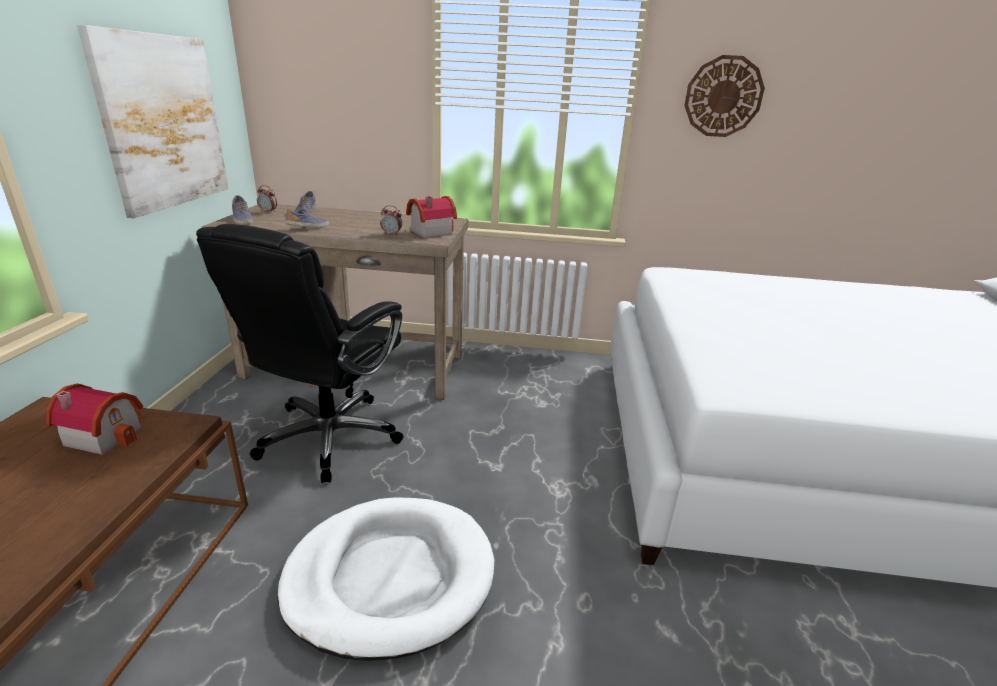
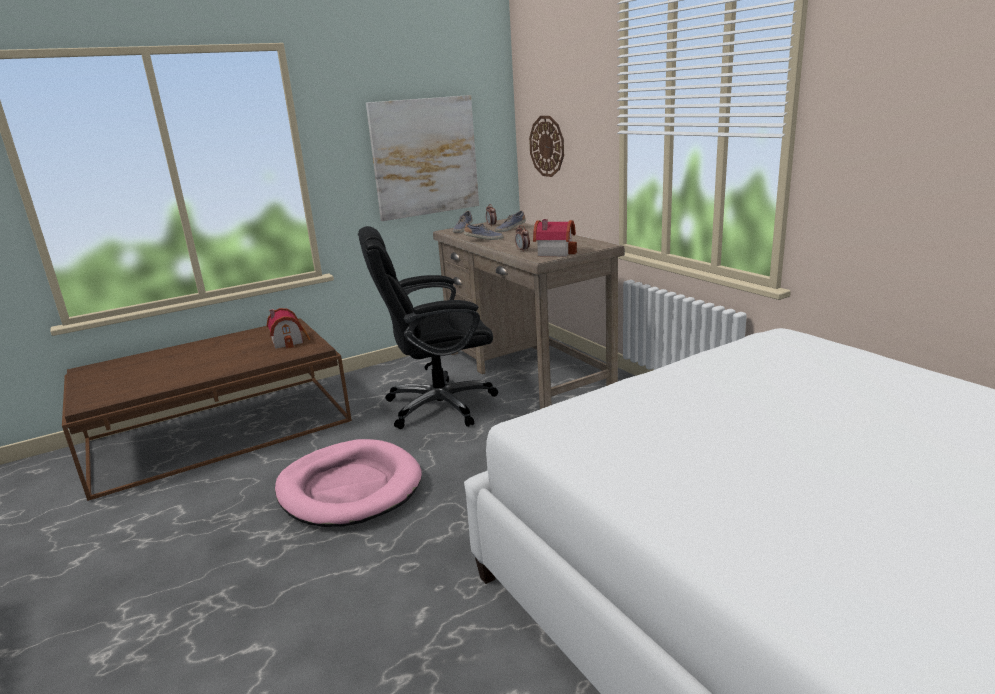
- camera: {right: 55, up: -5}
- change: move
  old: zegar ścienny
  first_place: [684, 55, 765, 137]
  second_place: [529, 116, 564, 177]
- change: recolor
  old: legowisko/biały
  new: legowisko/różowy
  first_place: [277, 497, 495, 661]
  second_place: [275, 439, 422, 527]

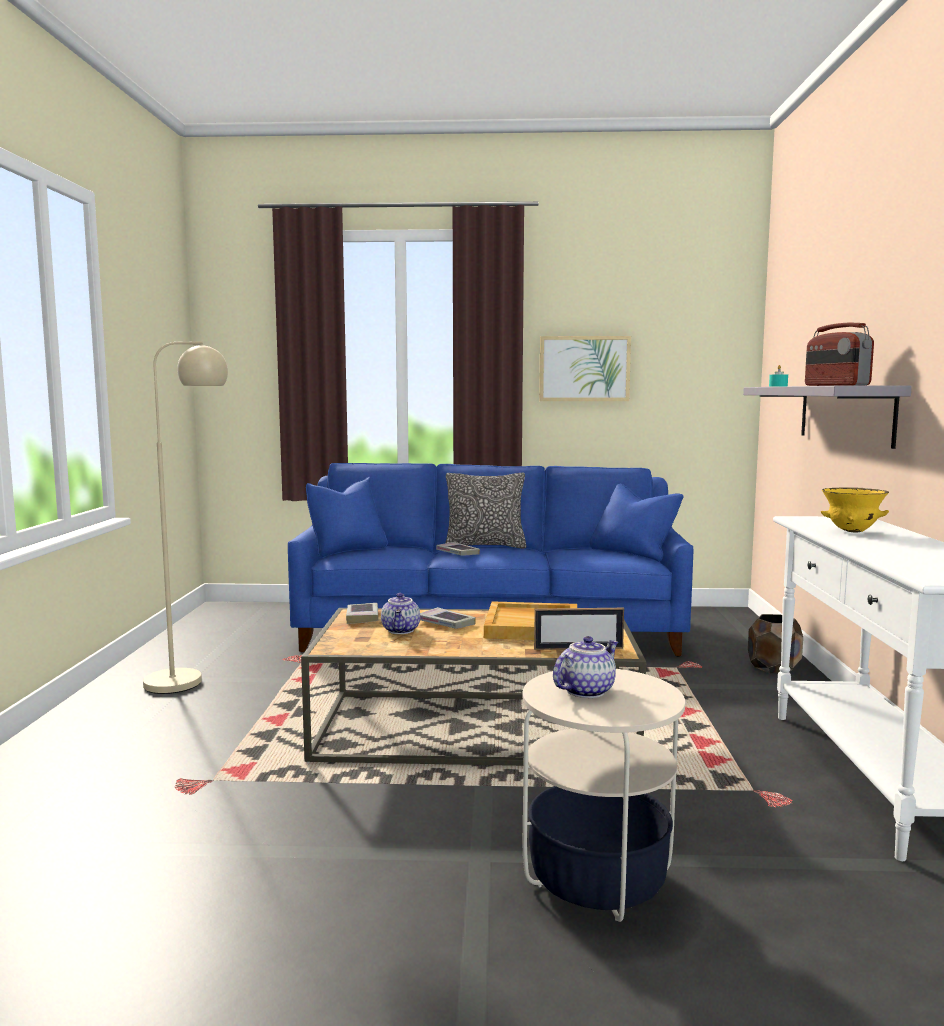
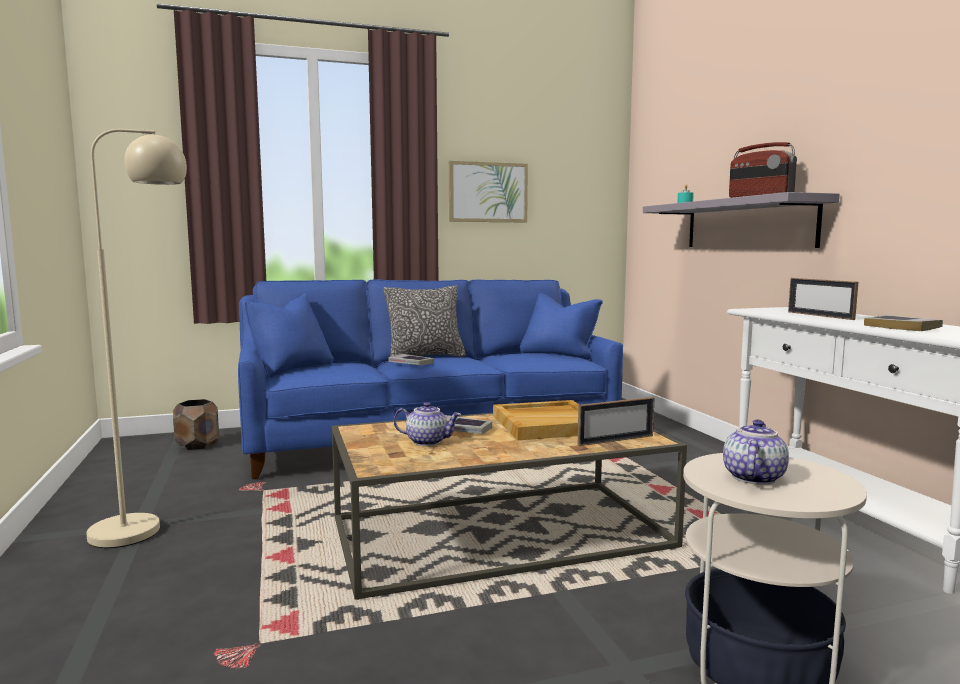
- camera: {right: -20, up: 0}
- change: replace
  old: miska/żółty
  new: ramka na zdjęcie
  first_place: [821, 487, 889, 533]
  second_place: [788, 278, 858, 320]
- change: rotate
  old: imbryk
  first_place: [381, 593, 420, 634]
  second_place: [393, 402, 461, 446]
  degrees: -60
- change: move
  old: książka
  first_place: [346, 603, 378, 624]
  second_place: [864, 315, 943, 331]
- change: move
  old: donica/brązowy
  first_place: [748, 614, 803, 673]
  second_place: [173, 399, 219, 450]

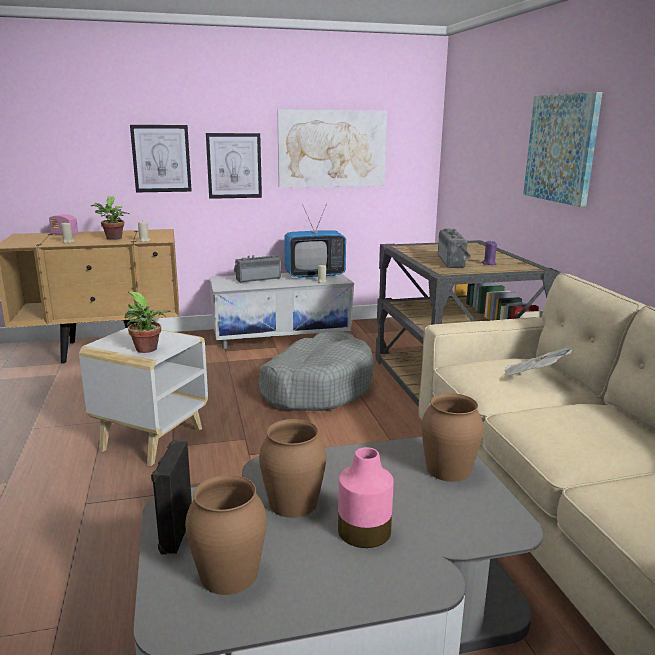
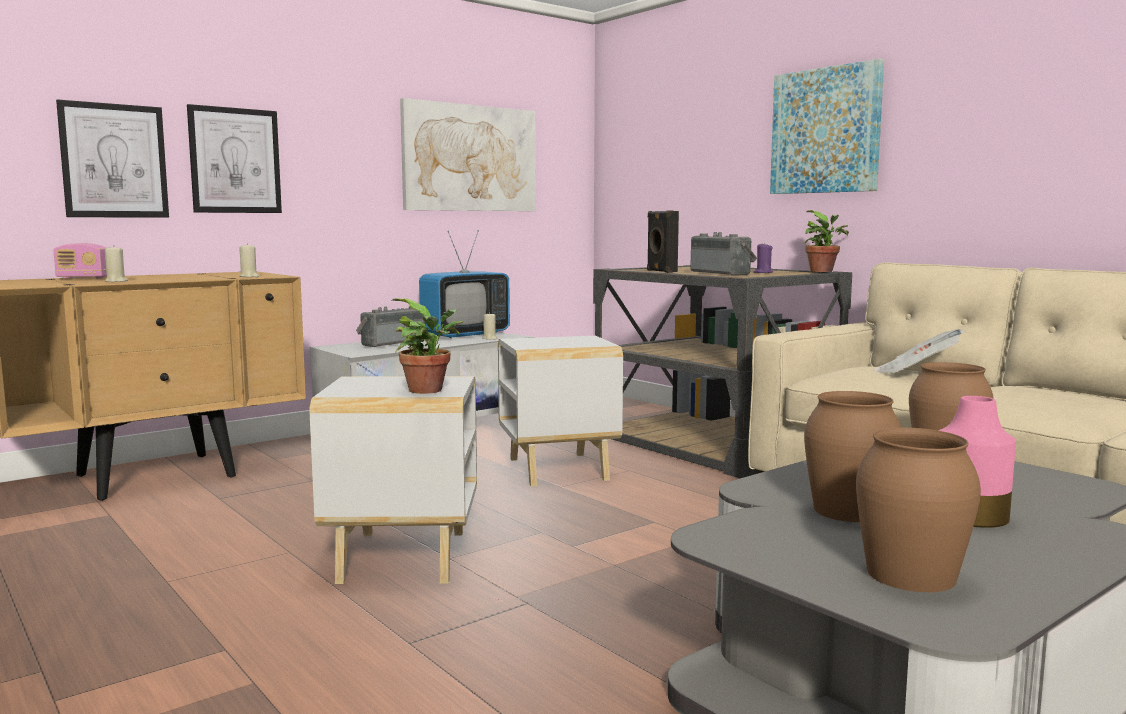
- camera: {right: -25, up: -10}
- change: move
  old: obraz
  first_place: [206, 133, 262, 199]
  second_place: [56, 99, 169, 218]
- change: move
  old: roślina doniczkowa
  first_place: [91, 196, 130, 240]
  second_place: [803, 210, 849, 272]
- change: replace
  old: legowisko/szary
  new: stolik/biały
  first_place: [259, 332, 374, 411]
  second_place: [498, 336, 623, 487]
- change: move
  old: głośnik/czarny
  first_place: [151, 440, 192, 555]
  second_place: [647, 210, 679, 273]

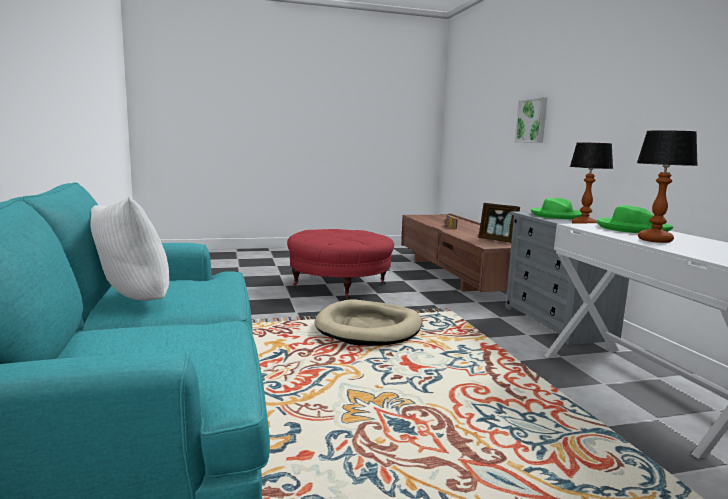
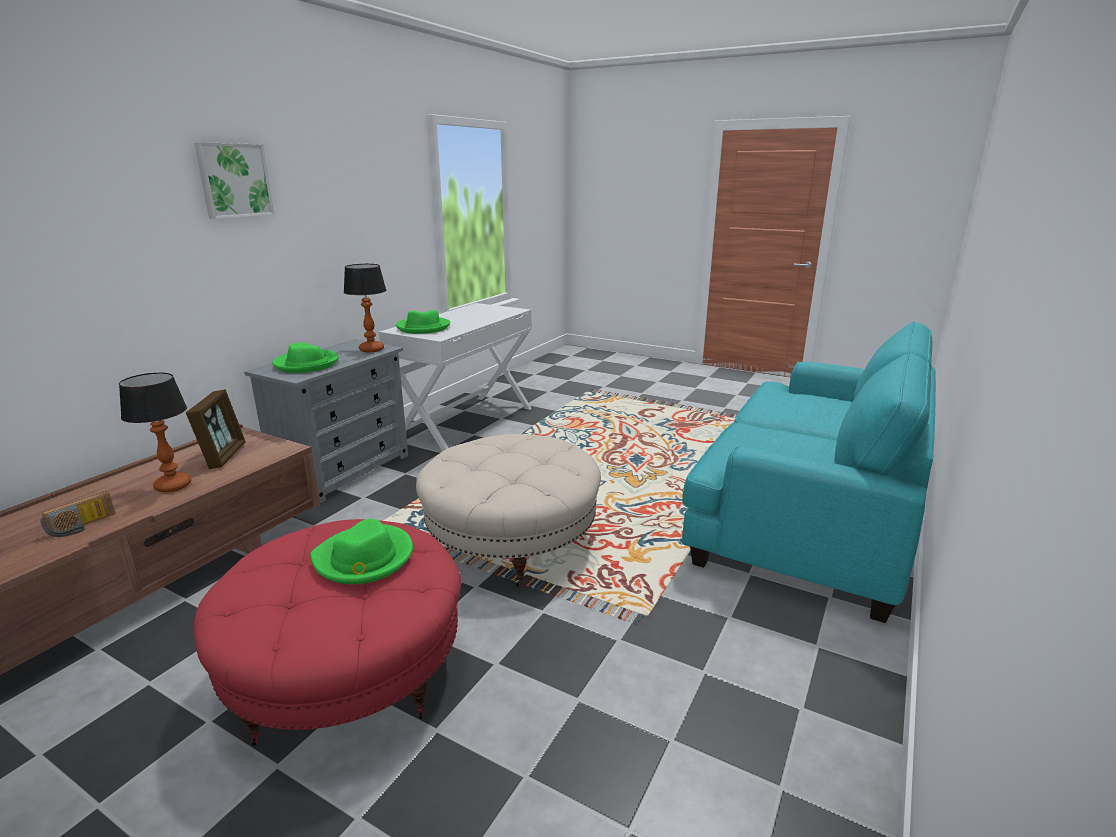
- camera: {right: -135, up: 10}
- change: move
  old: obraz
  first_place: [515, 97, 547, 143]
  second_place: [194, 142, 274, 219]
- change: move
  old: lampa stołowa
  first_place: [637, 130, 698, 243]
  second_place: [119, 373, 192, 492]
- change: delete
  old: poduszka/biały
  first_place: [90, 196, 169, 301]
- change: replace
  old: legowisko/beżowy
  new: pufa/beżowy
  first_place: [315, 299, 422, 346]
  second_place: [416, 434, 601, 587]
- change: insert
  new: kapelusz/zielony
  second_place: [310, 519, 413, 584]

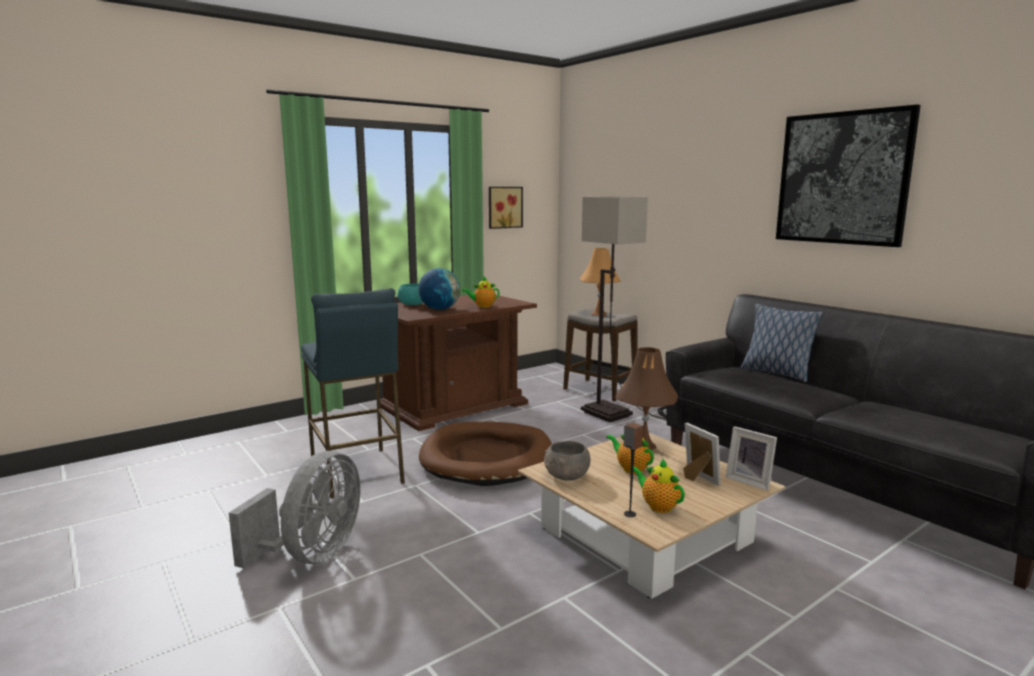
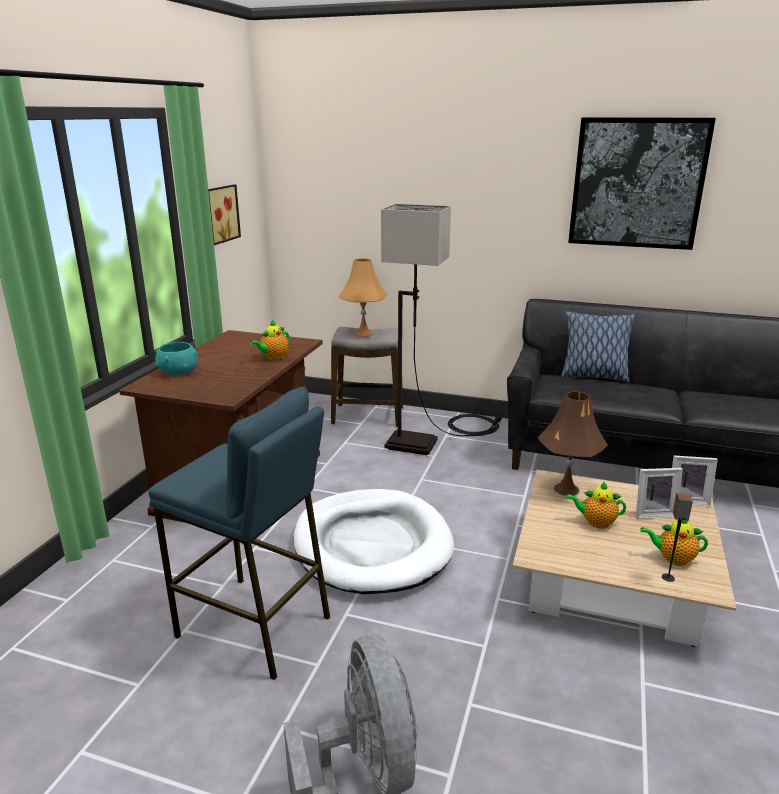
- camera: {right: -35, up: 10}
- change: delete
  old: globus
  first_place: [418, 268, 460, 310]
- change: recolor
  old: legowisko/brązowy
  new: legowisko/biały
  first_place: [419, 422, 552, 486]
  second_place: [293, 489, 454, 594]
- change: rotate
  old: ramka na zdjęcie
  first_place: [683, 423, 721, 486]
  second_place: [636, 468, 683, 519]
  degrees: 150
- change: delete
  old: miska/szary
  first_place: [544, 441, 590, 481]

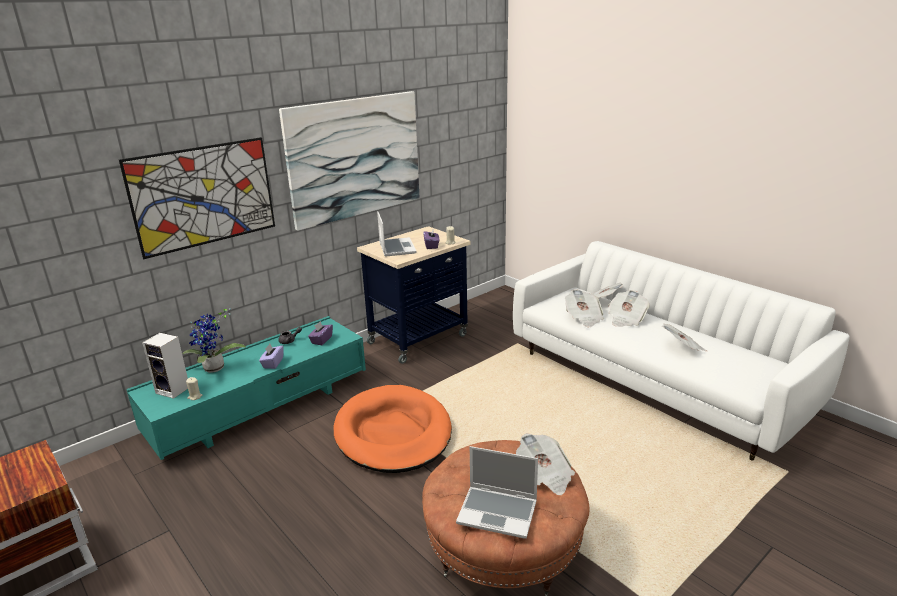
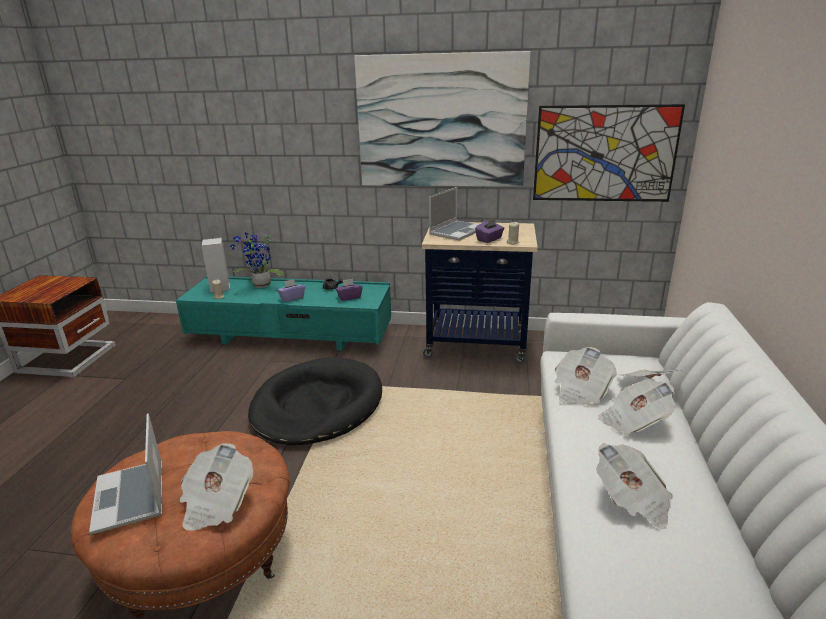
- camera: {right: 50, up: 0}
- change: move
  old: obraz
  first_place: [119, 137, 275, 259]
  second_place: [533, 104, 685, 202]
- change: recolor
  old: legowisko/pomarańczowy
  new: legowisko/czarny
  first_place: [334, 385, 452, 473]
  second_place: [248, 357, 382, 445]

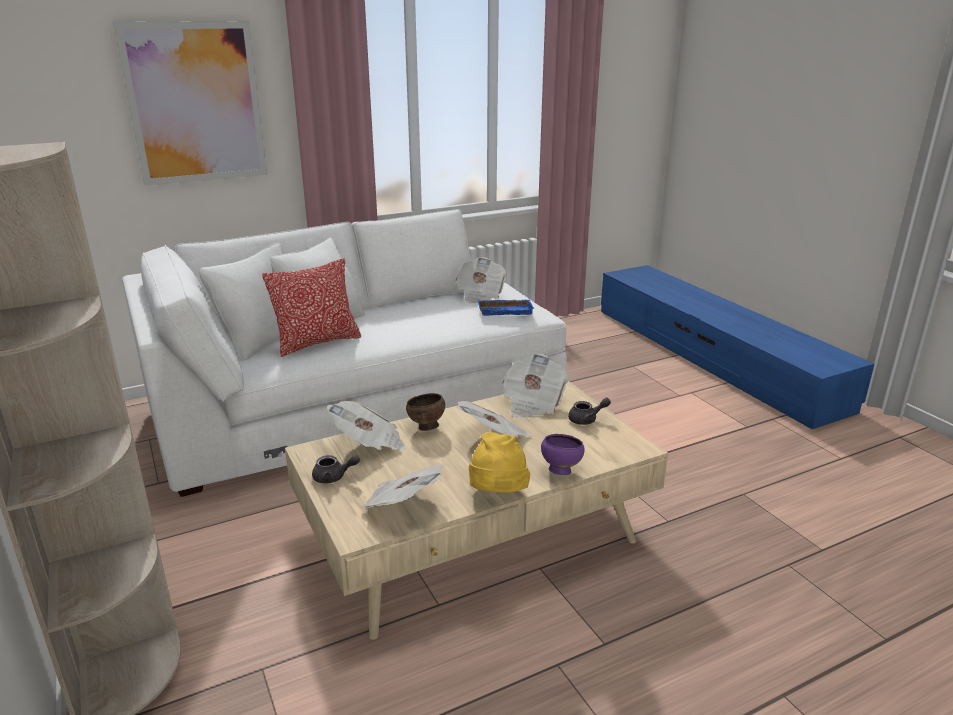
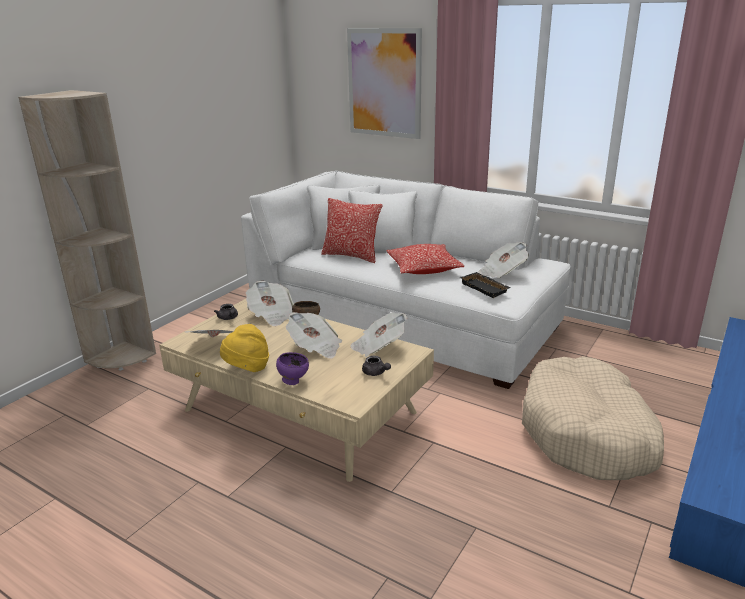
- camera: {right: 60, up: 0}
- change: recolor
  old: taca/niebieski
  new: taca/czarny
  first_place: [477, 300, 534, 316]
  second_place: [460, 272, 511, 298]
- change: insert
  new: poduszka
  second_place: [386, 244, 464, 274]
- change: insert
  new: legowisko/beżowy
  second_place: [522, 356, 664, 480]

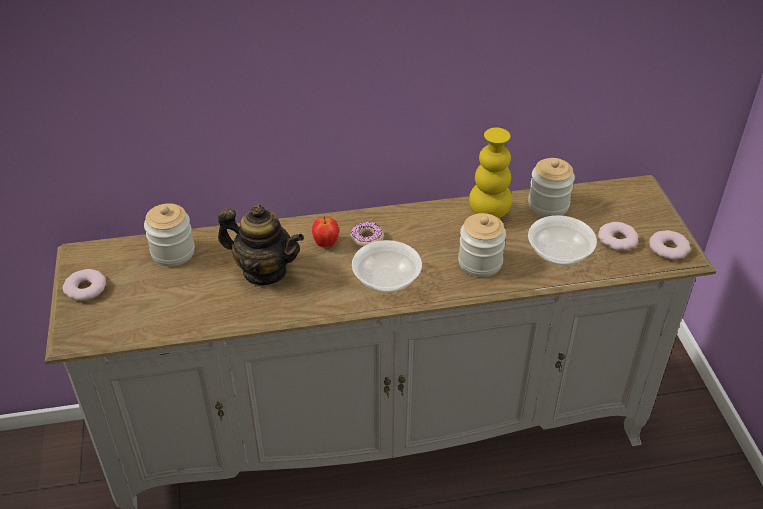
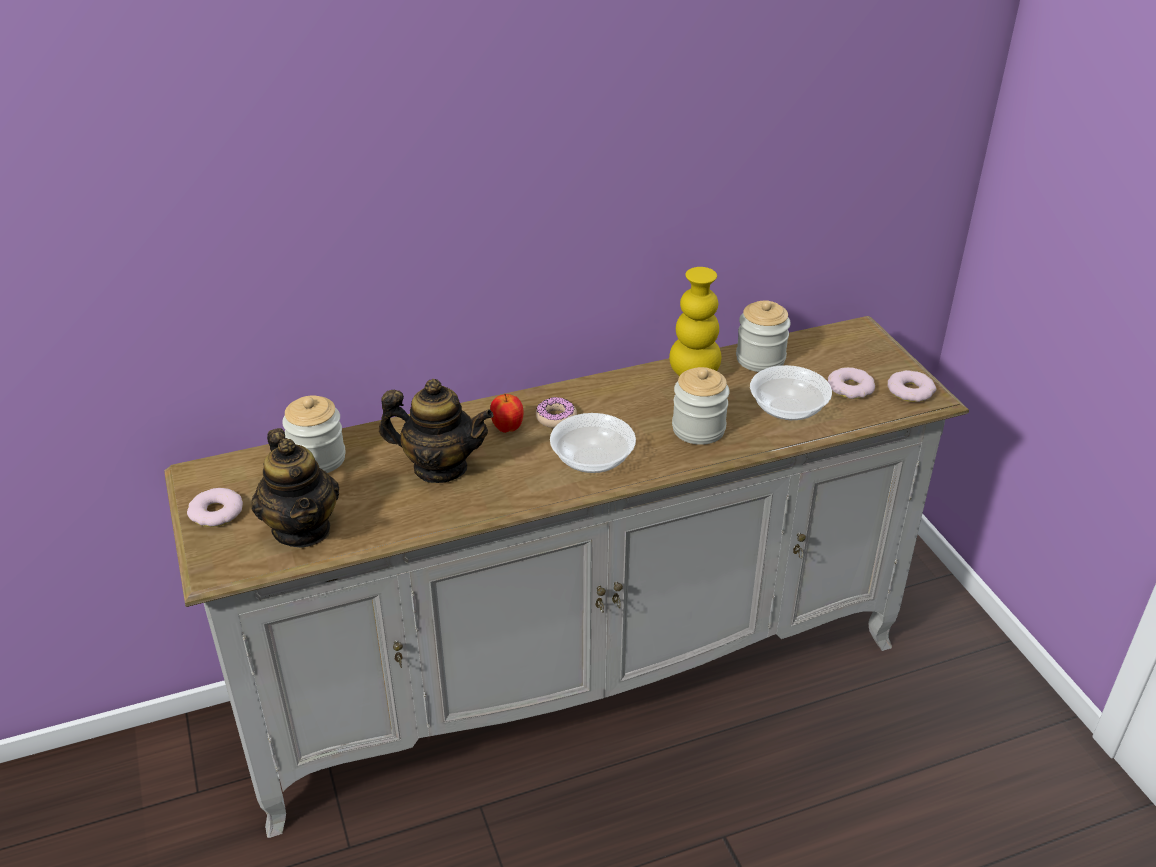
- camera: {right: -10, up: -5}
- change: insert
  new: imbryk
  second_place: [252, 428, 339, 547]

